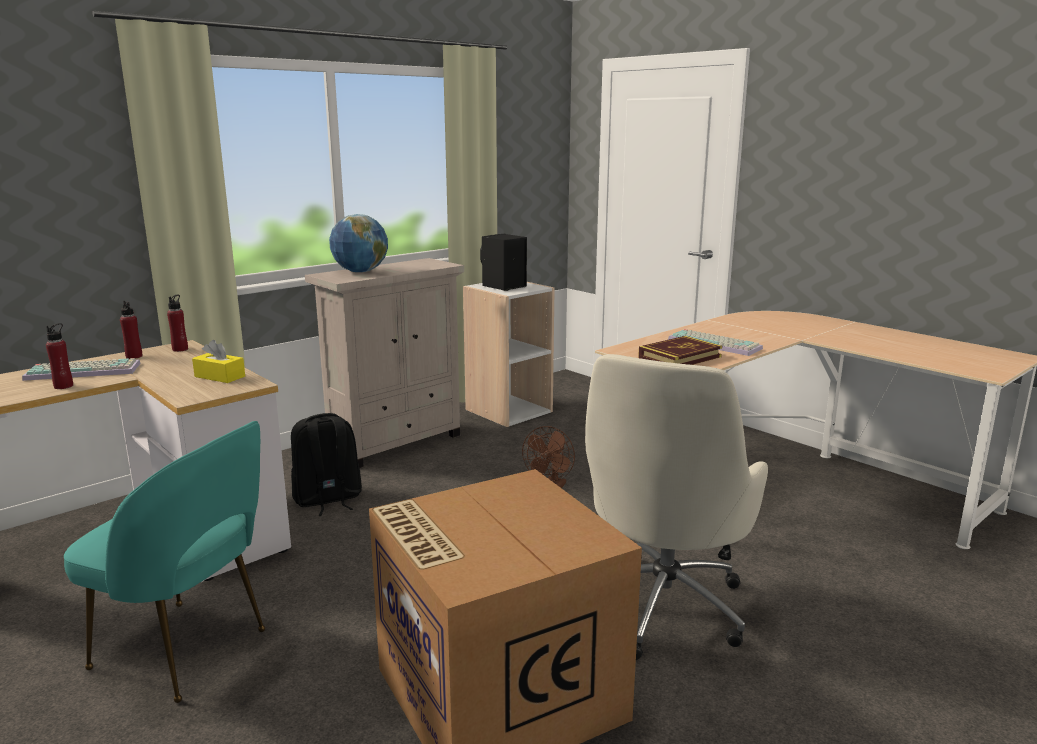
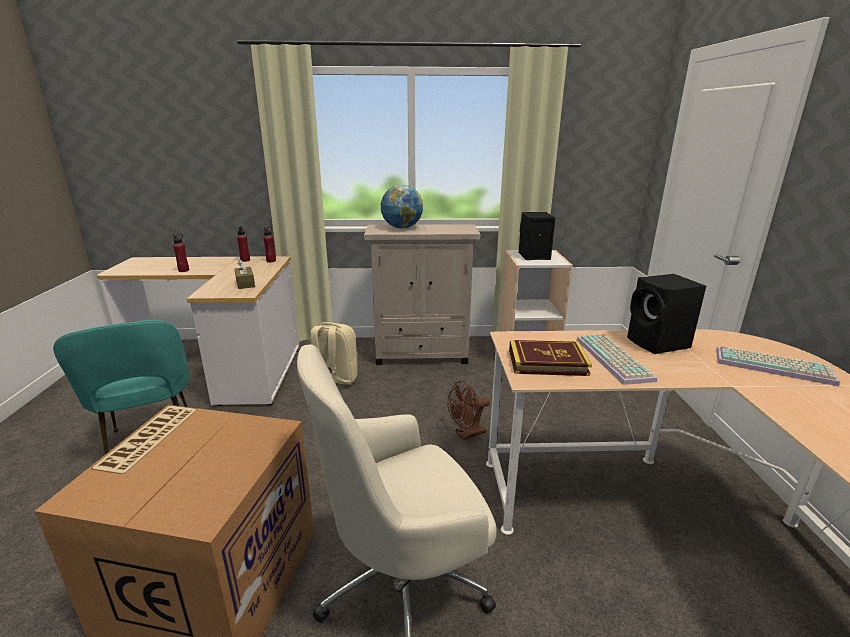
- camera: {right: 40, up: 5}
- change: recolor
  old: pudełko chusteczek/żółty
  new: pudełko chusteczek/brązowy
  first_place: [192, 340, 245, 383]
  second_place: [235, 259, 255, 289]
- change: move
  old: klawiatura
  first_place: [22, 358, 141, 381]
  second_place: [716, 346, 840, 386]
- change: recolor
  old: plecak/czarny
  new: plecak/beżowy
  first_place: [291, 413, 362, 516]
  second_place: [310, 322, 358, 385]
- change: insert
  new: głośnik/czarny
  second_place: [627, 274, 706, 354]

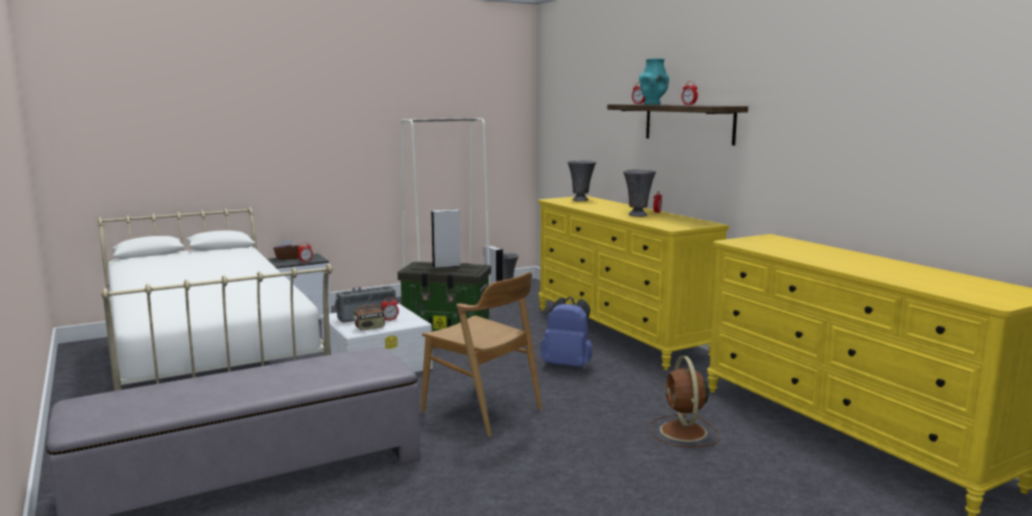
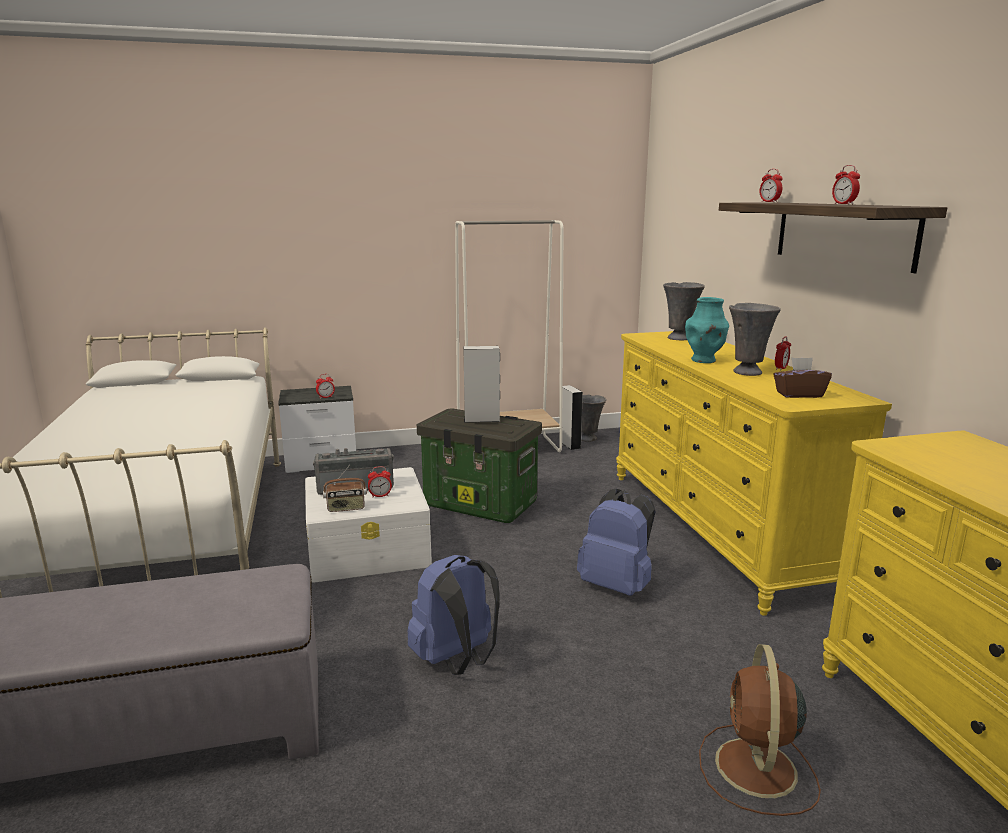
- camera: {right: 15, up: 5}
- change: move
  old: wazon/turkusowy
  first_place: [639, 58, 669, 105]
  second_place: [685, 297, 729, 363]
- change: move
  old: pudełko chusteczek/brązowy
  first_place: [274, 239, 300, 260]
  second_place: [773, 357, 832, 398]
- change: replace
  old: krzesło/brązowy
  new: plecak/niebieski
  first_place: [421, 272, 542, 437]
  second_place: [408, 555, 500, 675]

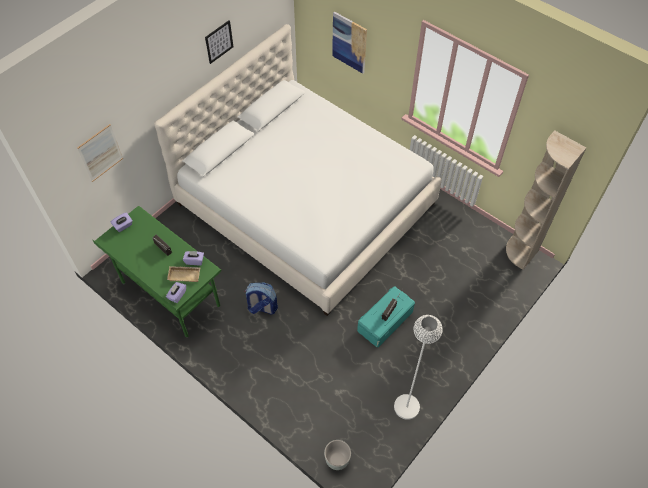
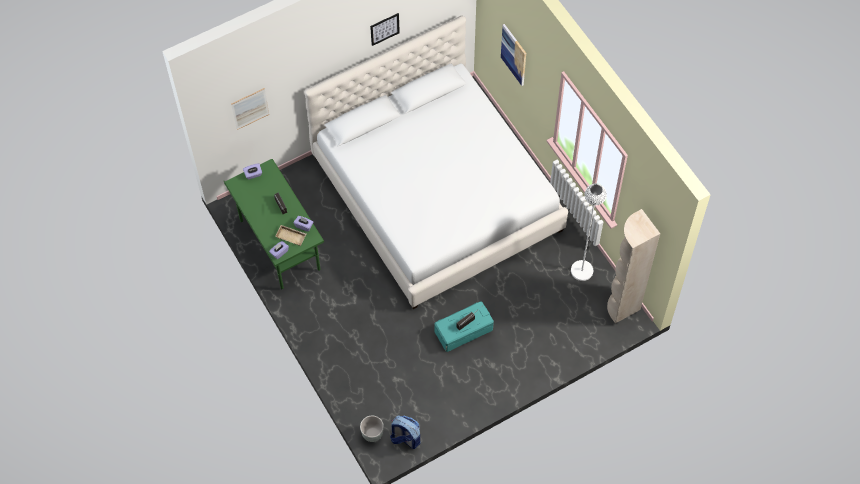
- camera: {right: 20, up: 5}
- change: move
  old: plecak
  first_place: [245, 282, 278, 315]
  second_place: [390, 415, 420, 449]
- change: move
  old: lampa stojąca/biały
  first_place: [394, 315, 443, 420]
  second_place: [571, 184, 607, 281]

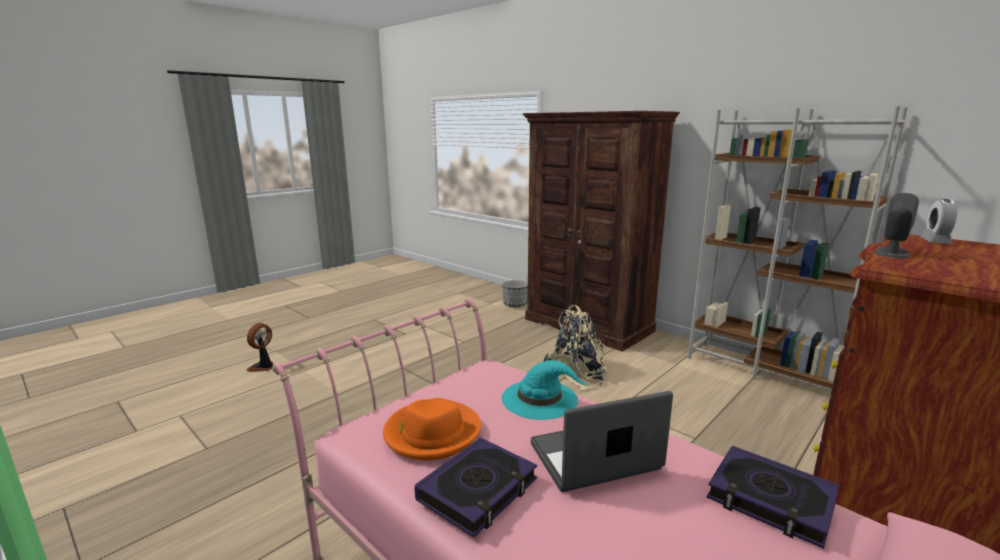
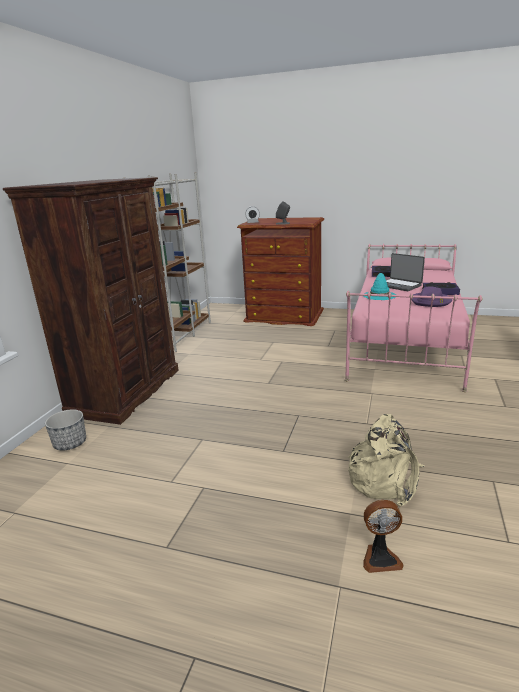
- camera: {right: -115, up: 5}
- change: move
  old: plecak/beżowy
  first_place: [544, 305, 607, 391]
  second_place: [348, 414, 425, 507]
- change: recolor
  old: kapelusz/pomarańczowy
  new: kapelusz/fioletowy
  first_place: [383, 398, 481, 460]
  second_place: [412, 286, 452, 307]

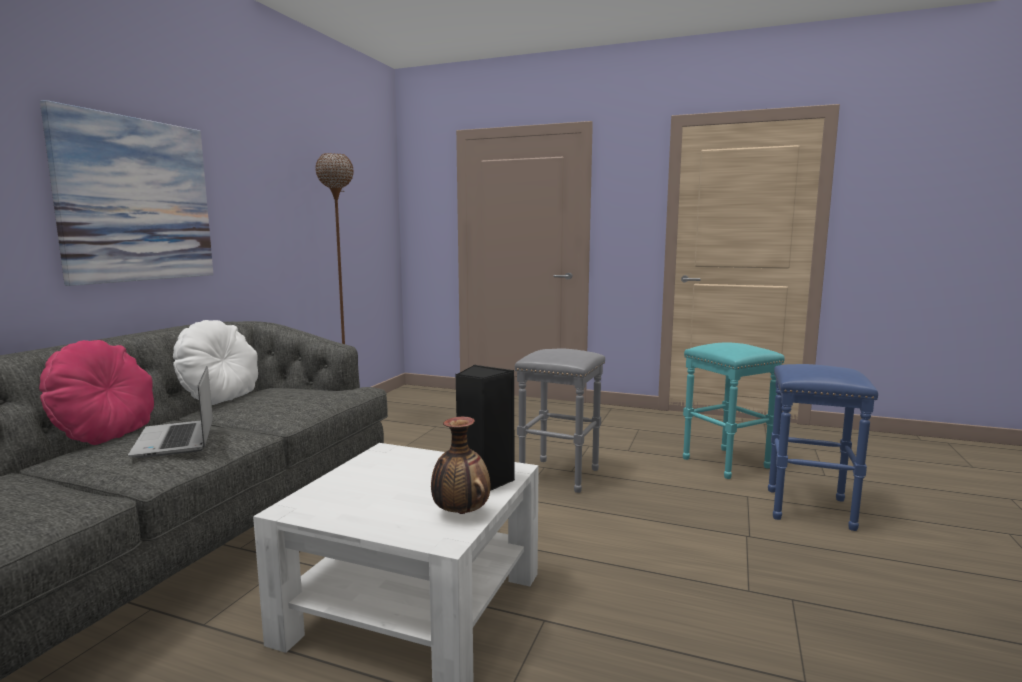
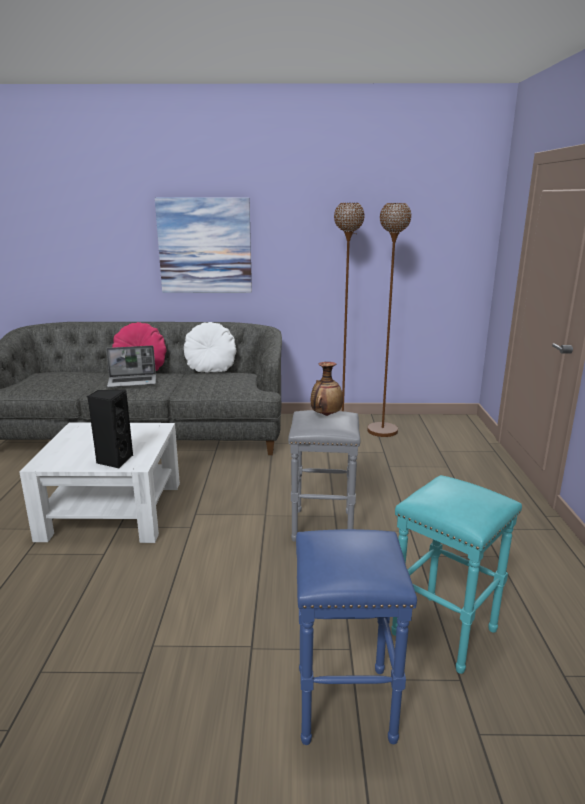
- camera: {right: 70, up: 10}
- change: rotate
  old: laptop
  first_place: [128, 366, 213, 458]
  second_place: [106, 346, 156, 388]
  degrees: -150
- change: move
  old: wazon
  first_place: [431, 417, 491, 514]
  second_place: [311, 362, 343, 416]
- change: insert
  new: lampa stojąca/brązowy
  second_place: [367, 203, 411, 437]

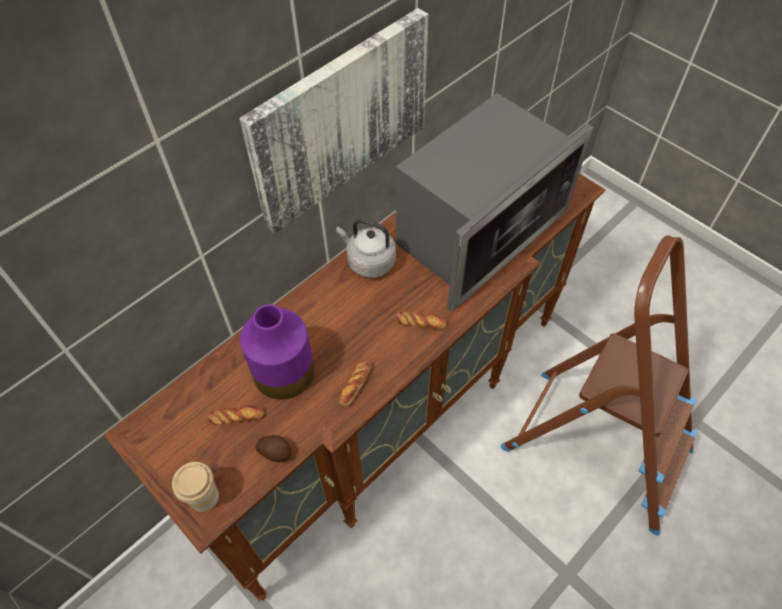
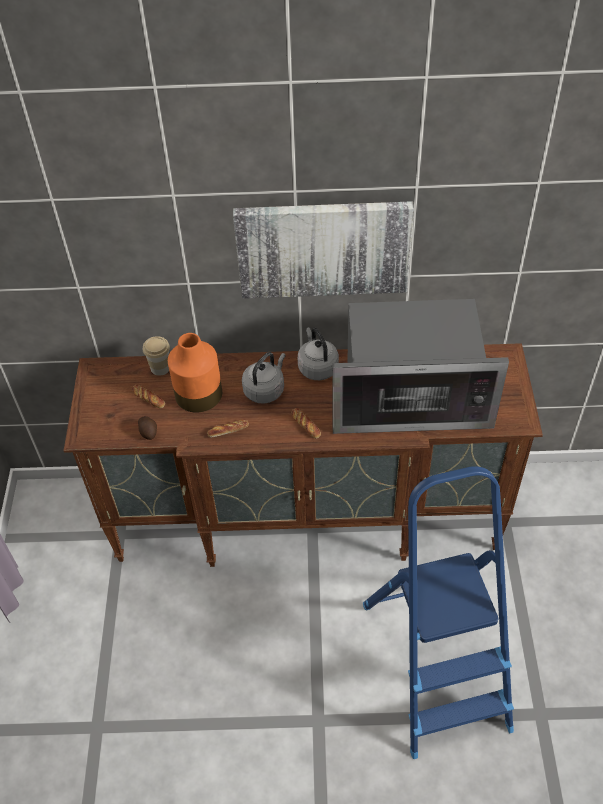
- camera: {right: 45, up: -5}
- change: recolor
  old: drabinka/brązowy
  new: drabinka/niebieski
  first_place: [500, 235, 697, 536]
  second_place: [363, 466, 514, 759]
- change: recolor
  old: wazon/fioletowy
  new: wazon/pomarańczowy
  first_place: [240, 304, 315, 400]
  second_place: [168, 333, 222, 413]
- change: move
  old: filiżanka
  first_place: [172, 462, 219, 512]
  second_place: [143, 336, 170, 376]
- change: insert
  new: czajnik/szary
  second_place: [242, 352, 286, 404]

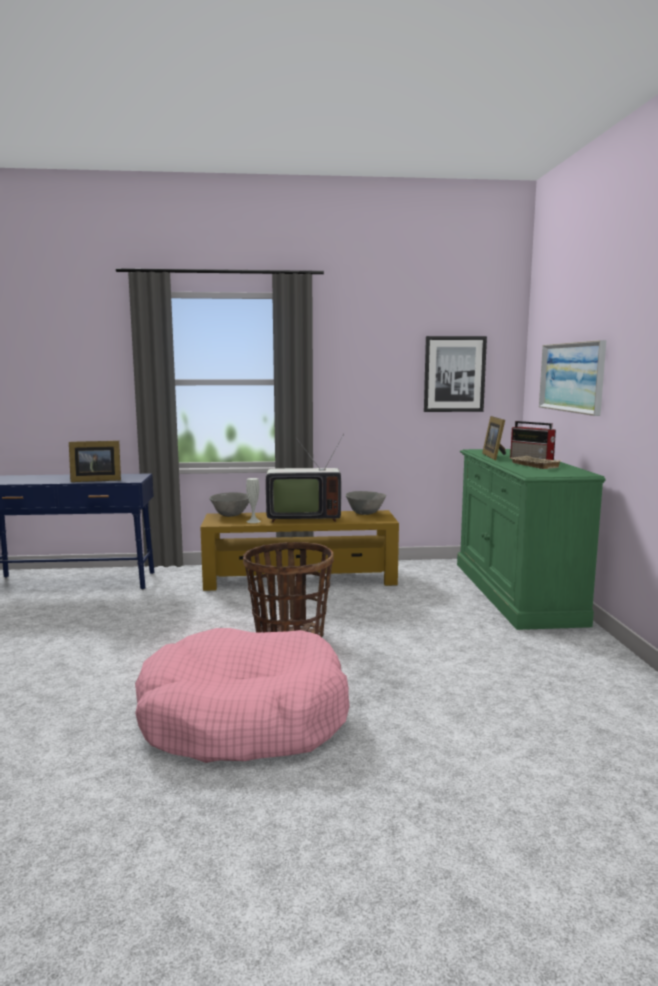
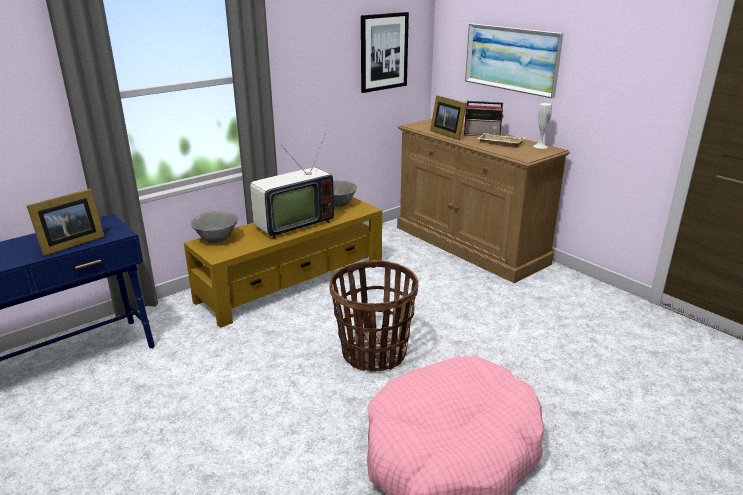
- camera: {right: -35, up: 15}
- change: recolor
  old: szafka/zielony
  new: szafka/brązowy
  first_place: [457, 449, 606, 630]
  second_place: [397, 119, 570, 283]
- change: move
  old: wazon/biały
  first_place: [246, 478, 261, 523]
  second_place: [533, 103, 552, 149]

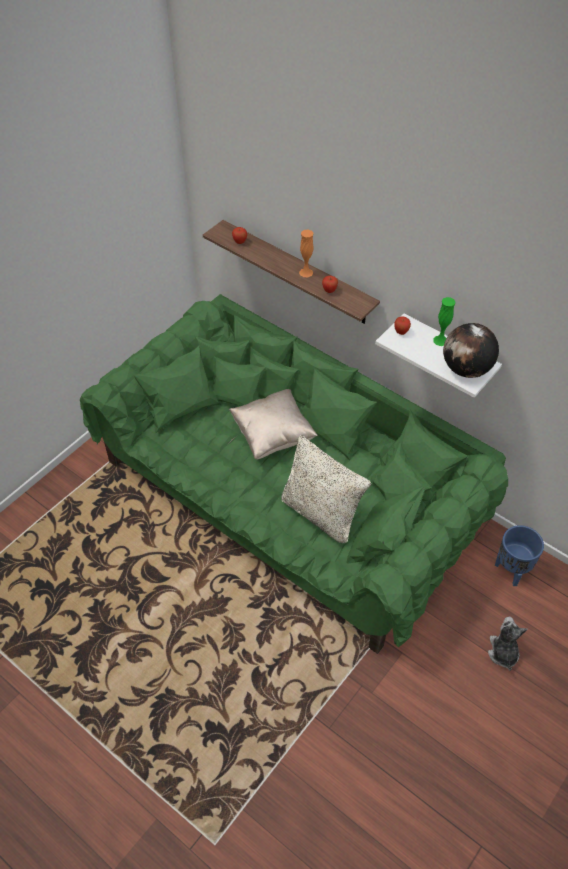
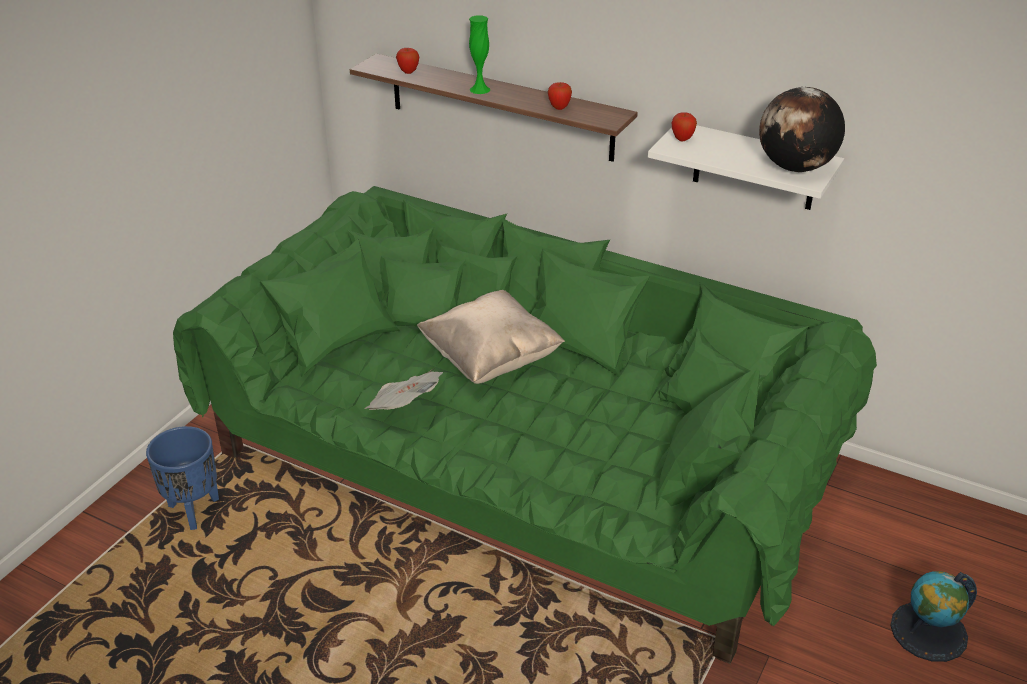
- camera: {right: -10, up: -15}
- change: delete
  old: wazon/pomarańczowy
  first_place: [299, 230, 313, 277]
- change: move
  old: wazon/zielony
  first_place: [433, 297, 456, 346]
  second_place: [469, 15, 490, 94]
- change: delete
  old: poduszka/beżowy
  first_place: [281, 435, 371, 543]
- change: move
  old: donica/niebieski
  first_place: [495, 525, 544, 586]
  second_place: [146, 426, 219, 530]
- change: replace
  old: pluszak
  new: globus
  first_place: [488, 617, 527, 671]
  second_place: [890, 571, 977, 662]
- change: insert
  new: gazeta
  second_place: [365, 371, 443, 410]

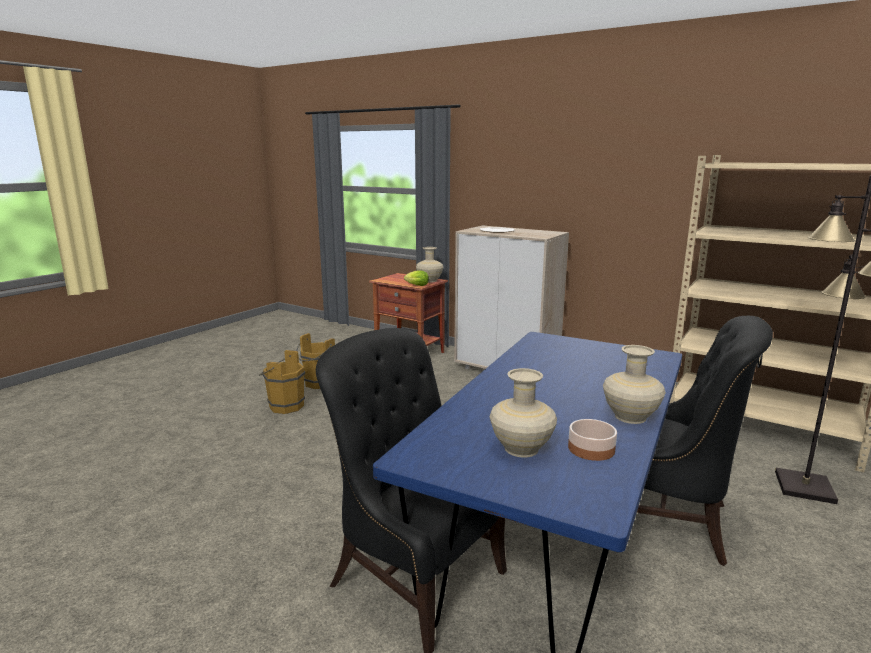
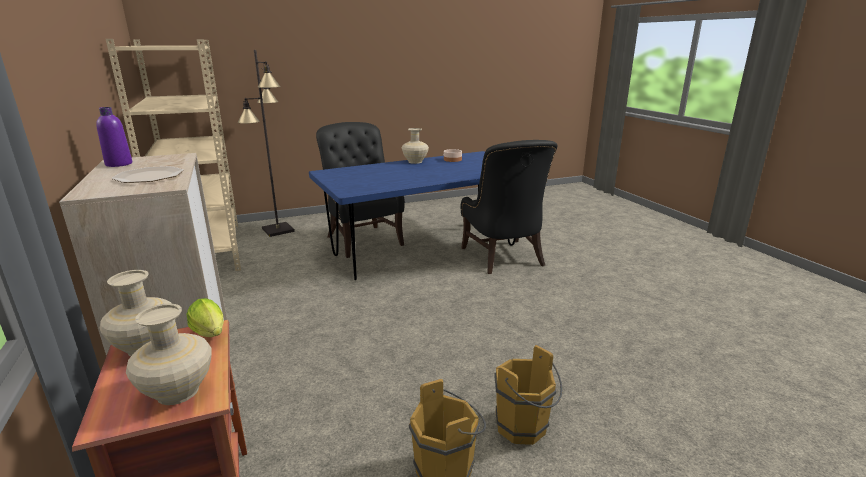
- camera: {right: -145, up: 5}
- change: move
  old: wazon/beżowy
  first_place: [489, 368, 557, 458]
  second_place: [126, 303, 212, 405]
- change: insert
  new: butelka/fioletowy
  second_place: [96, 107, 132, 167]

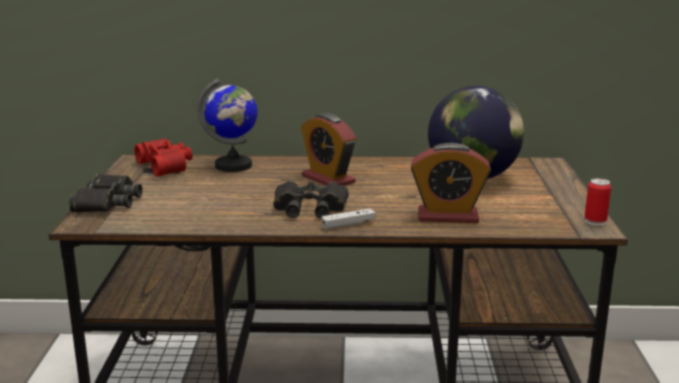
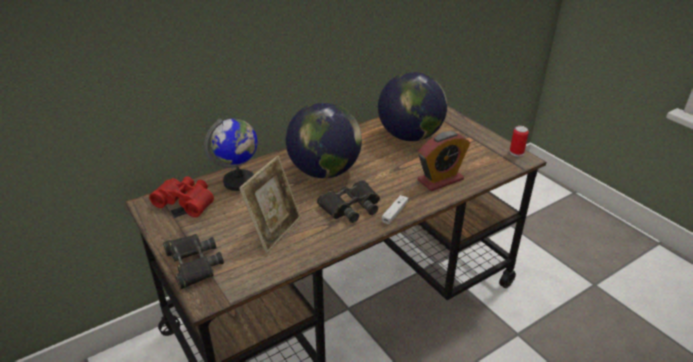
- camera: {right: -35, up: 15}
- change: replace
  old: budzik
  new: globus
  first_place: [301, 113, 357, 186]
  second_place: [286, 102, 362, 178]
- change: insert
  new: ramka na zdjęcie
  second_place: [239, 156, 301, 253]

